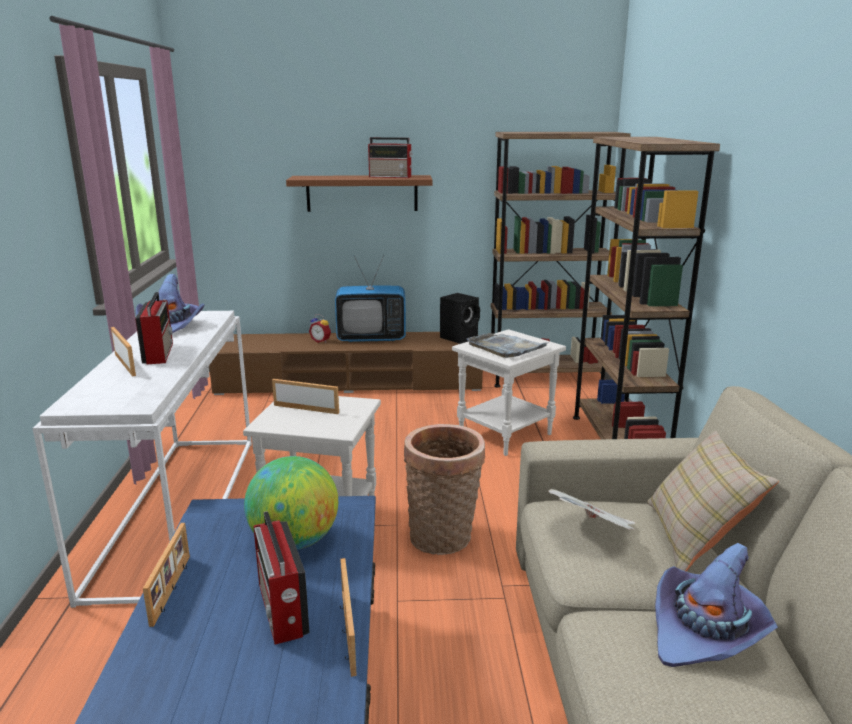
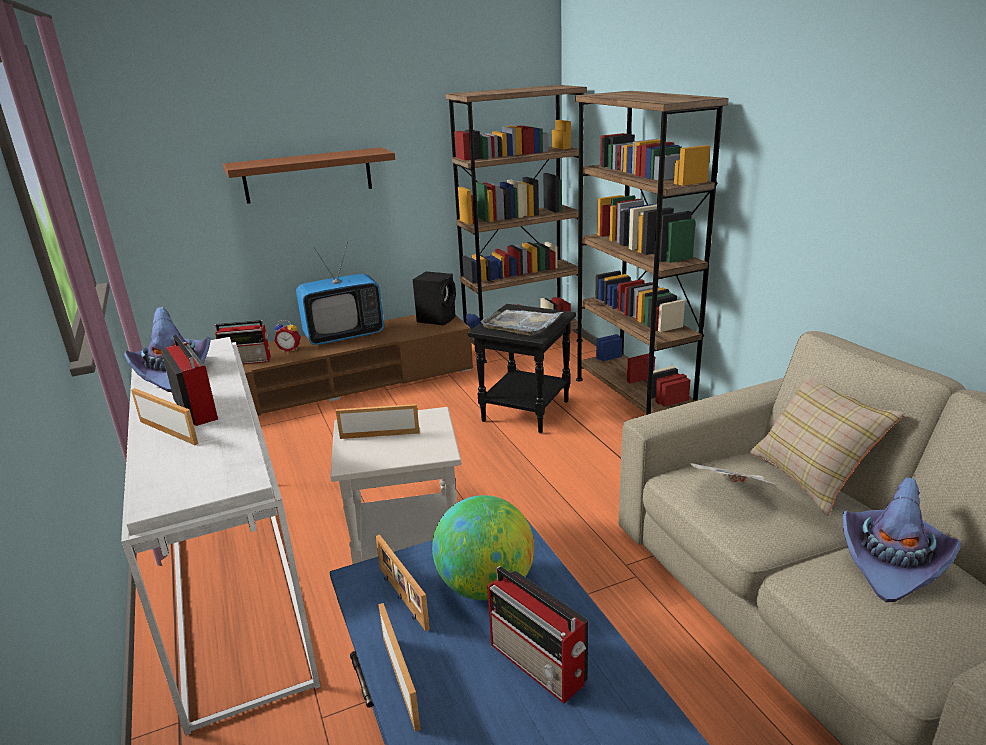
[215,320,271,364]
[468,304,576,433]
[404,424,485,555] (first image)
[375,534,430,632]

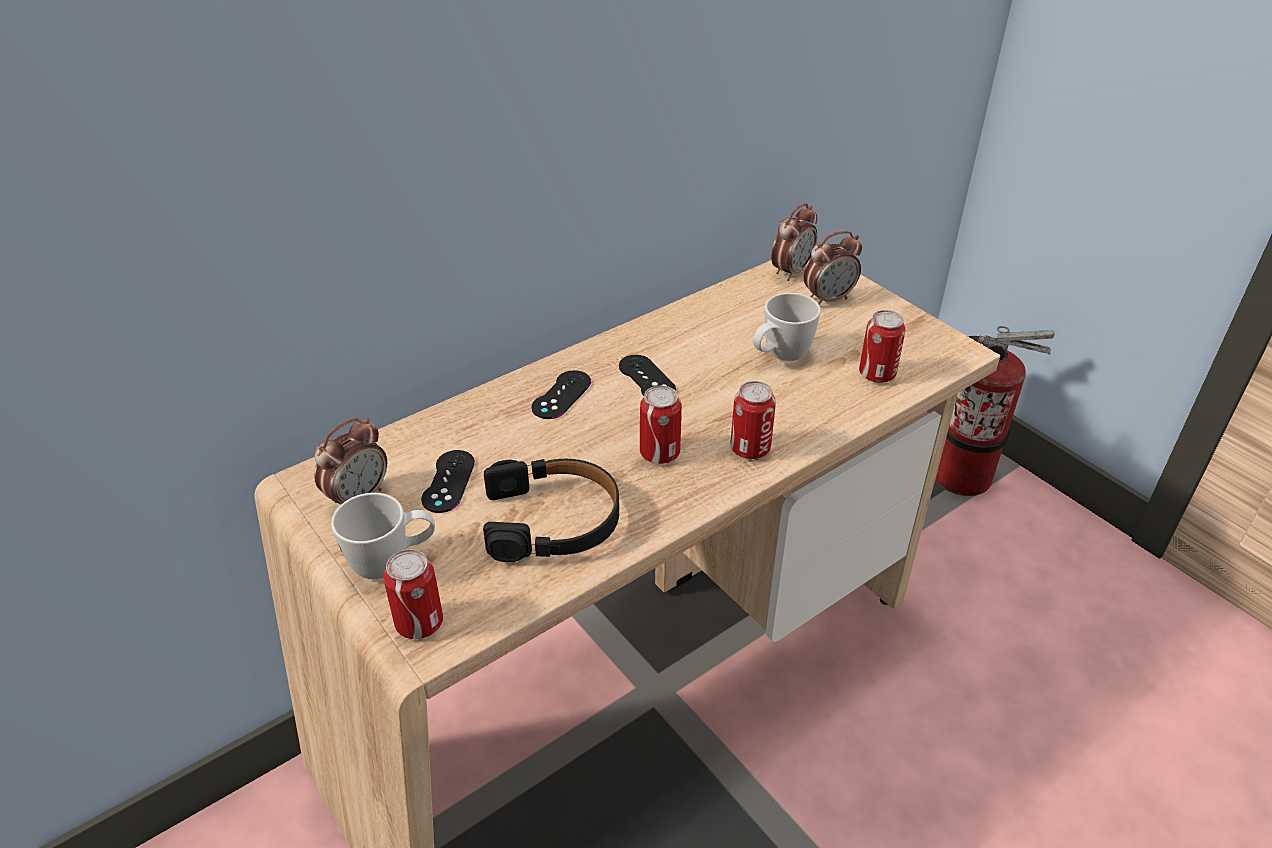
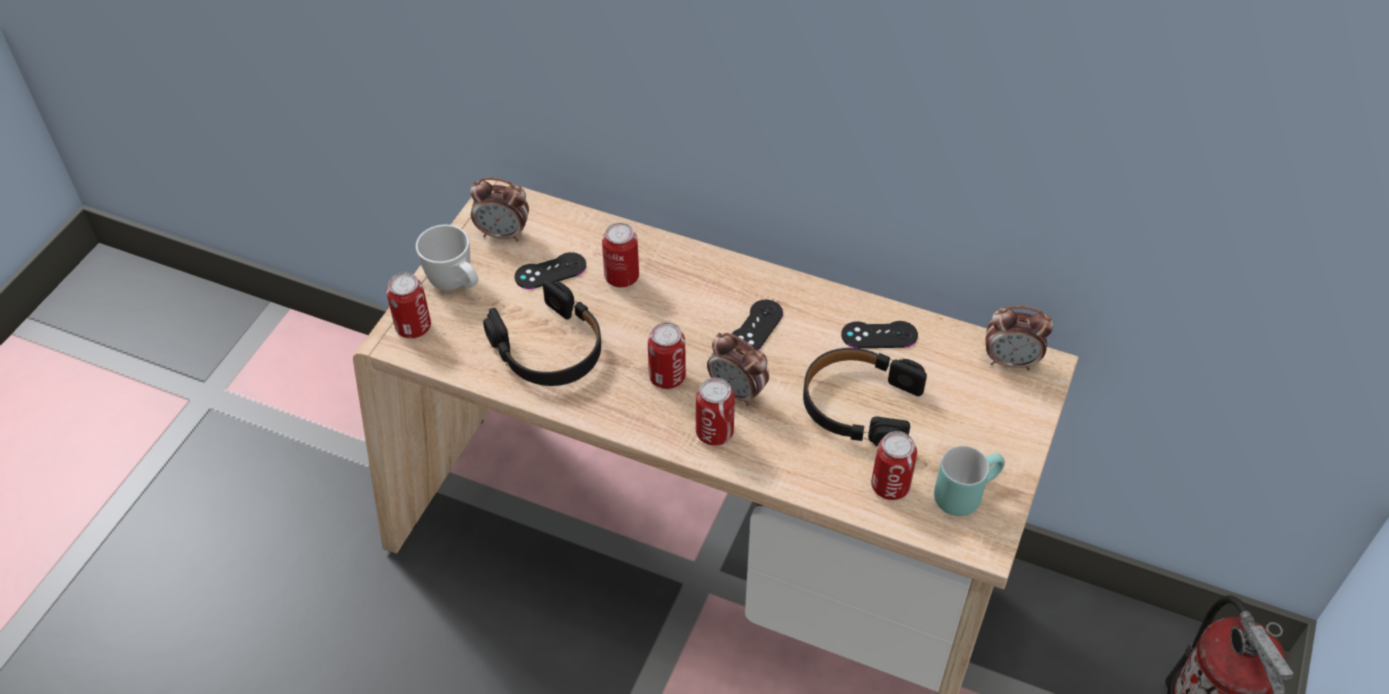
[707,333,769,406]
[803,348,927,447]
[841,321,918,348]
[602,223,639,287]
[934,446,1005,516]

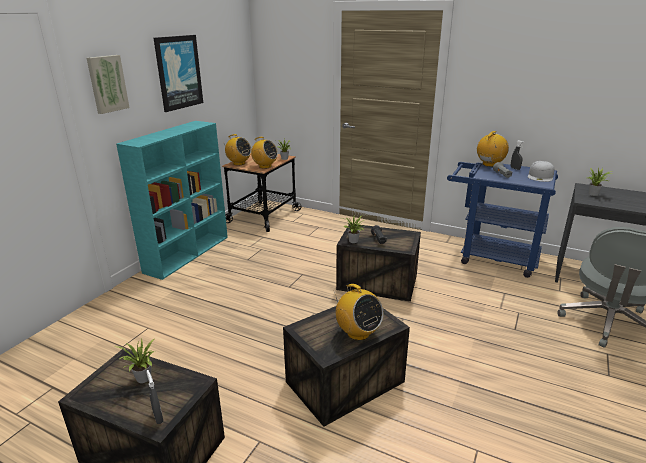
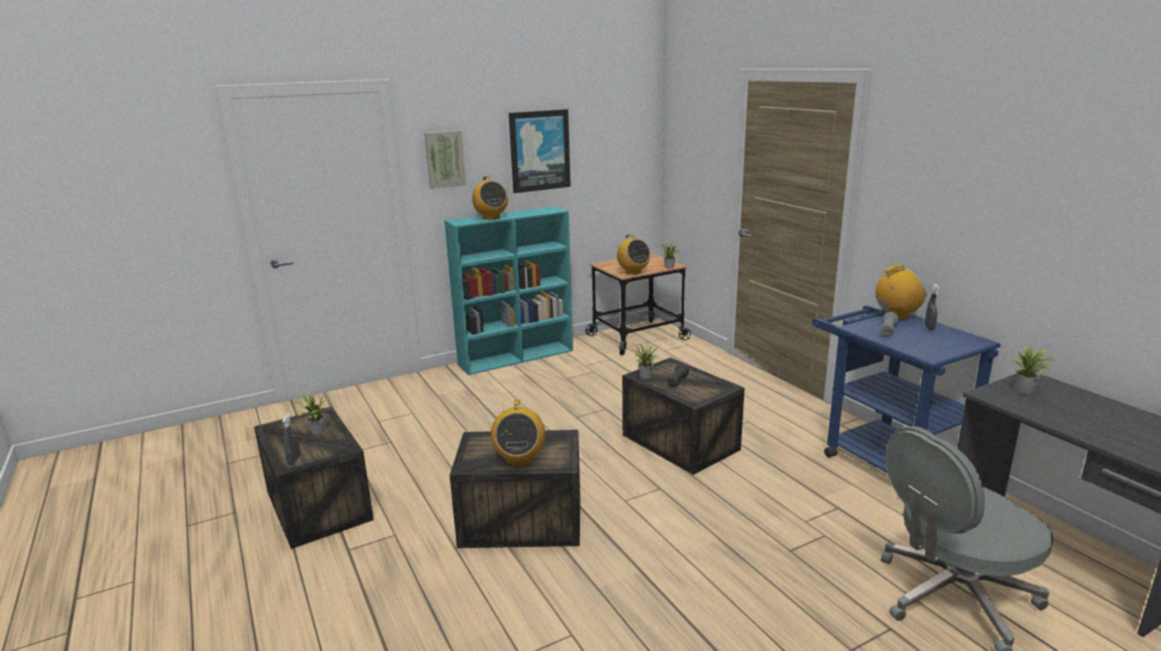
[472,176,508,220]
[528,161,554,182] (first image)

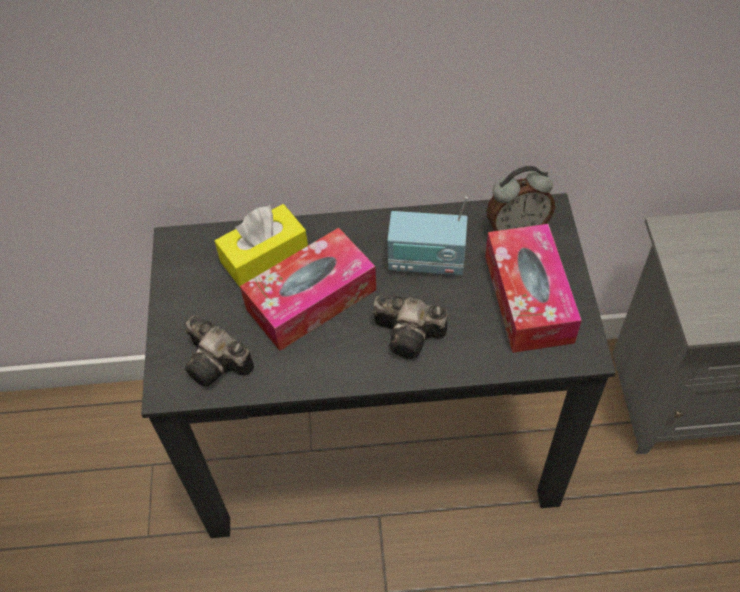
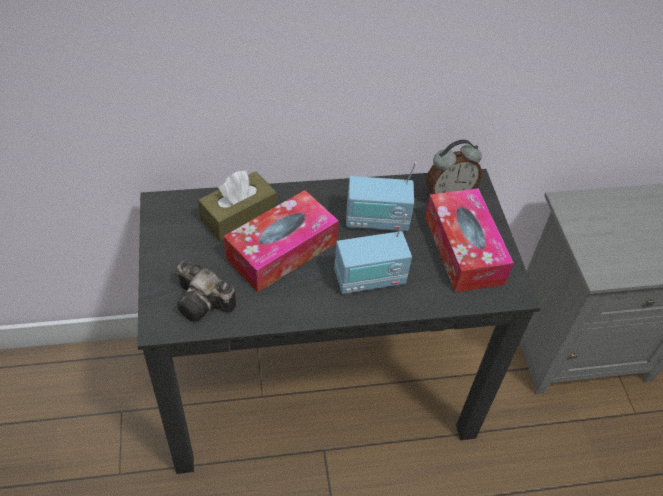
[198,170,277,242]
[334,214,412,294]

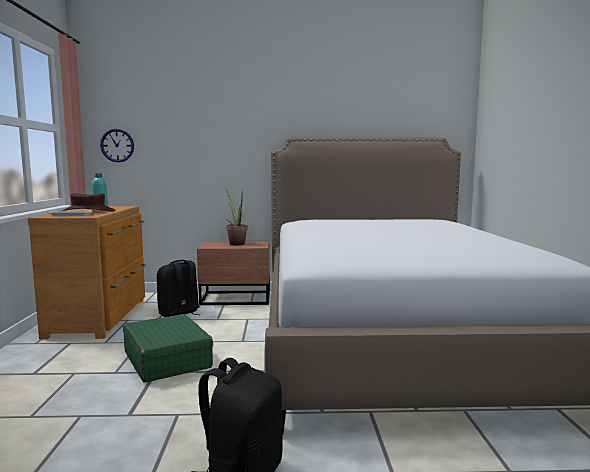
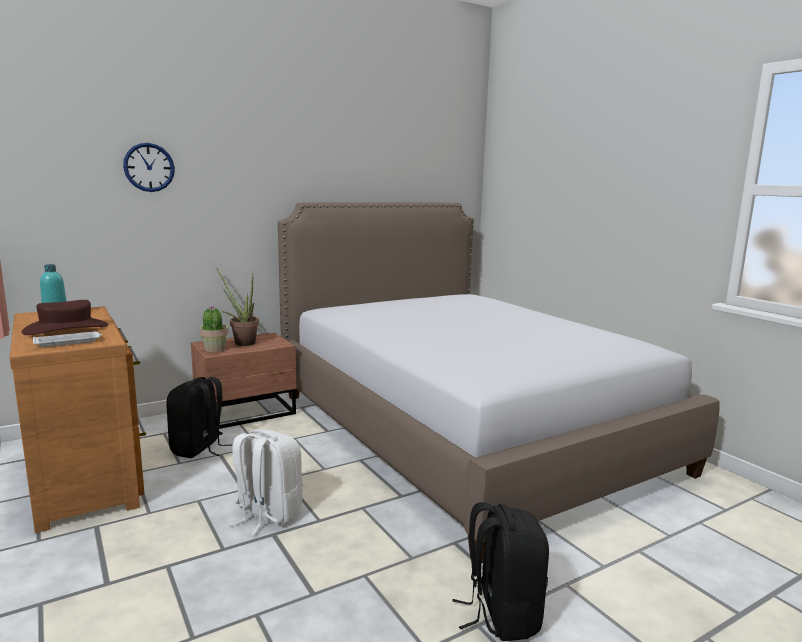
[123,143,175,192]
[228,429,303,535]
[200,305,229,352]

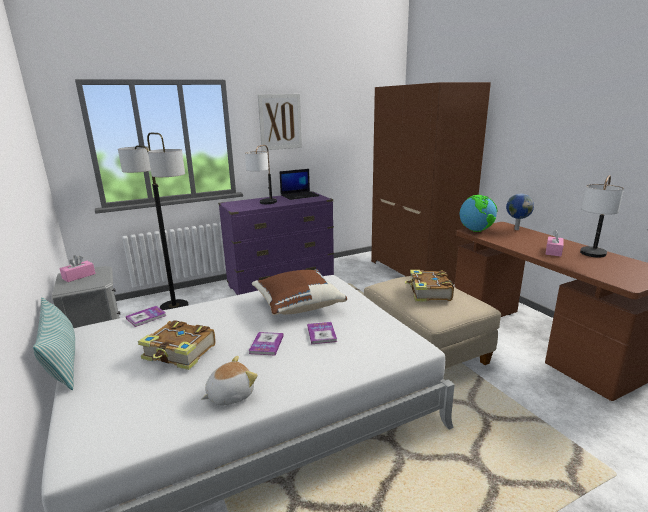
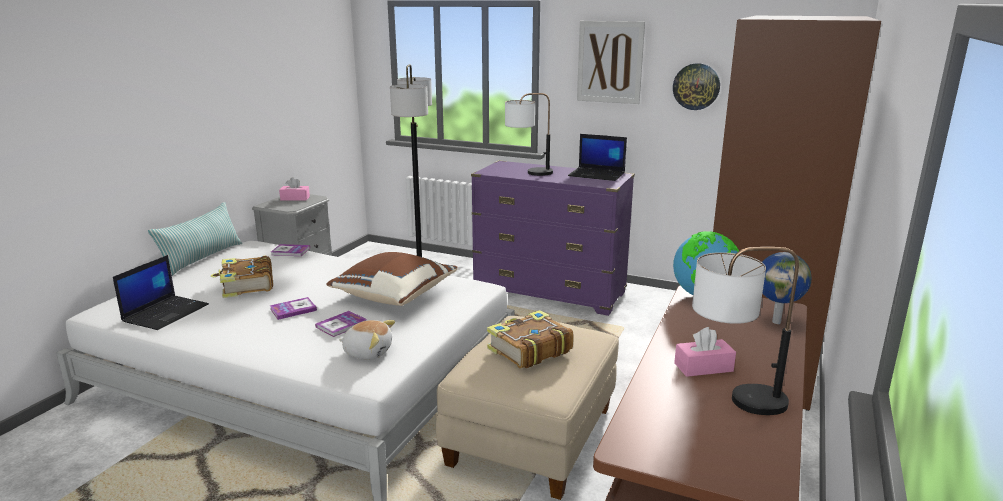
[339,320,395,360]
[673,63,720,110]
[113,255,209,330]

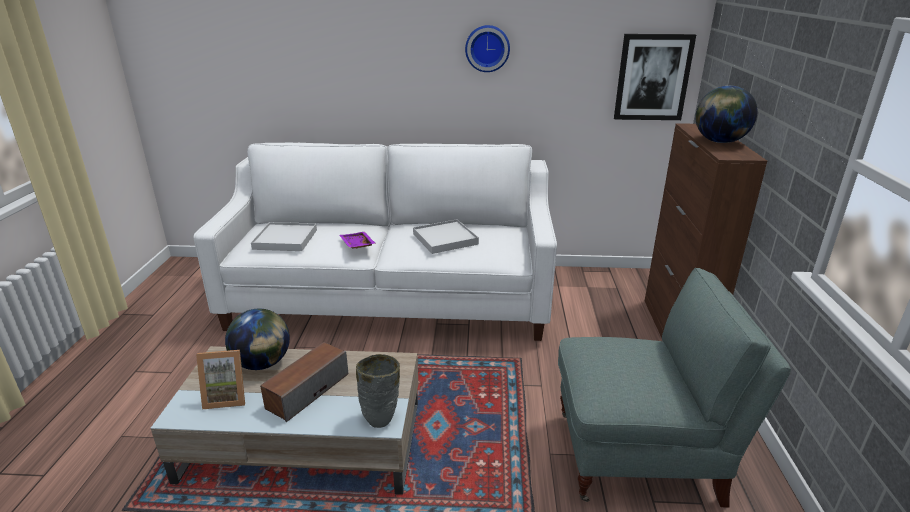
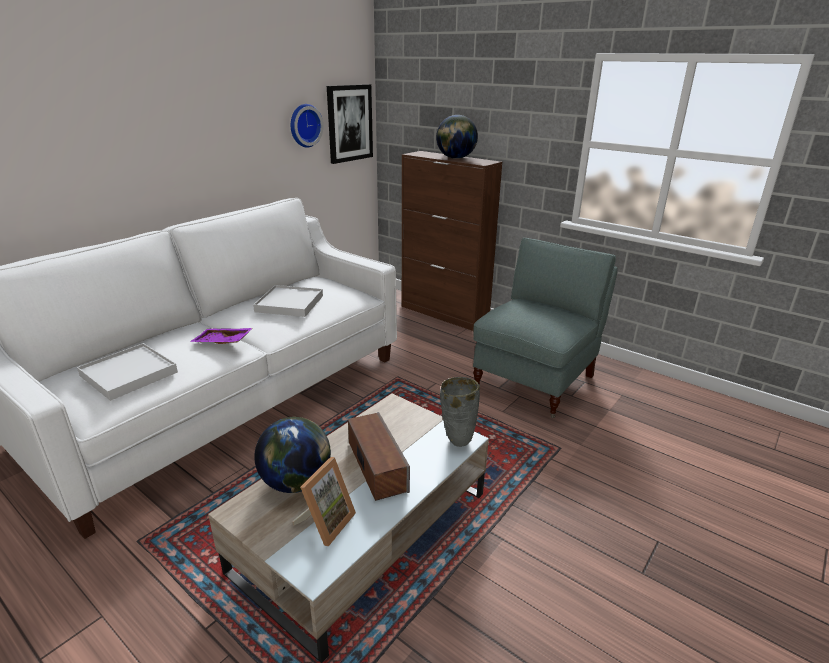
[291,104,323,148]

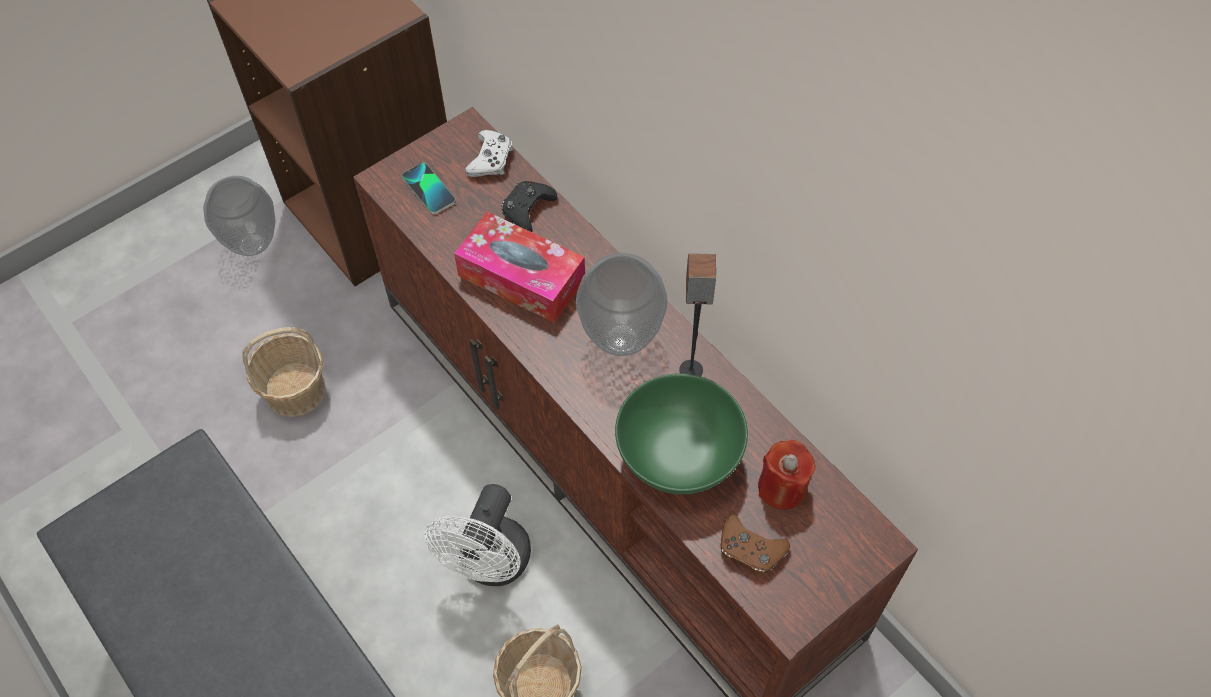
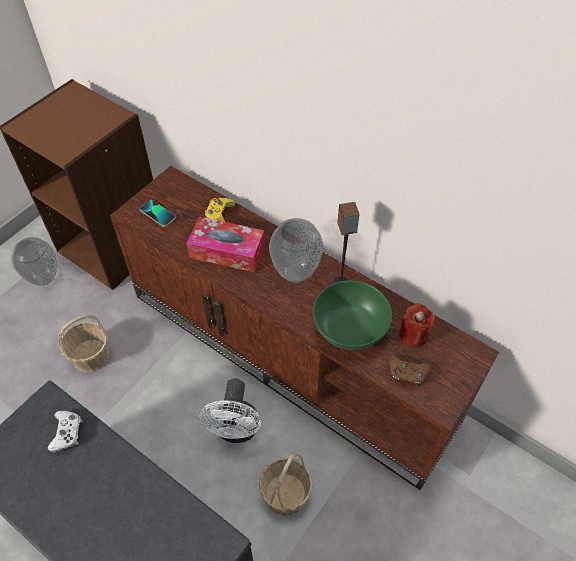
[47,411,82,452]
[205,198,235,222]

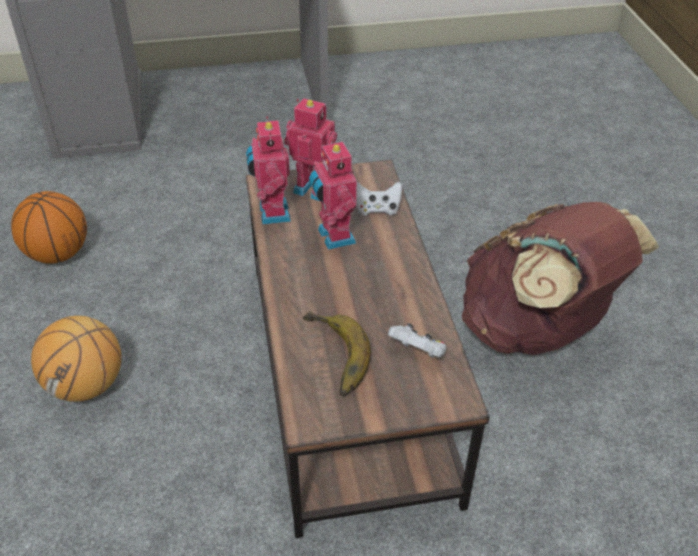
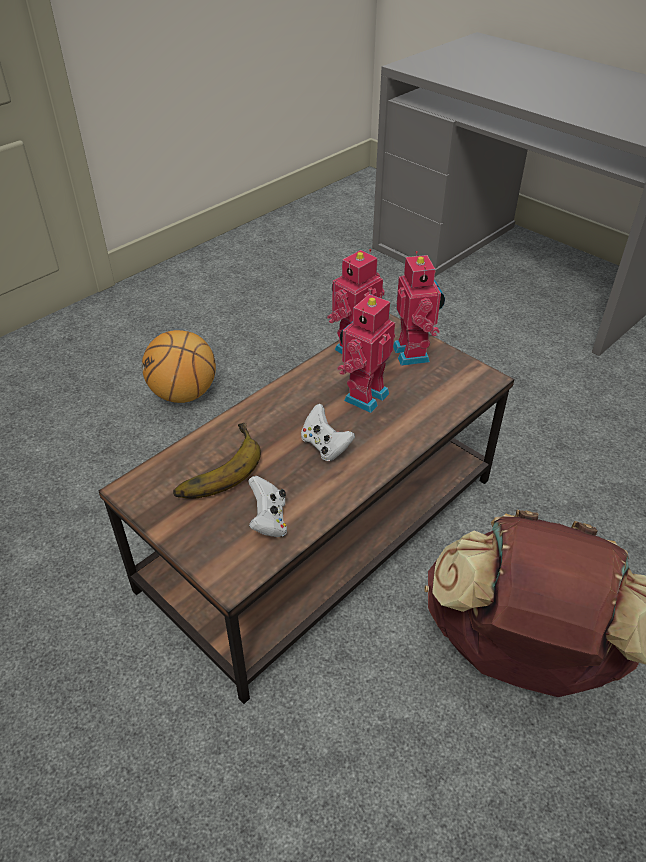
[301,404,355,461]
[11,191,87,264] (first image)

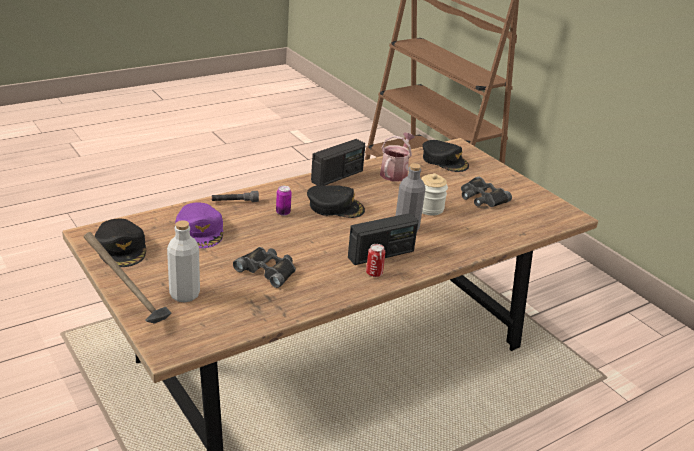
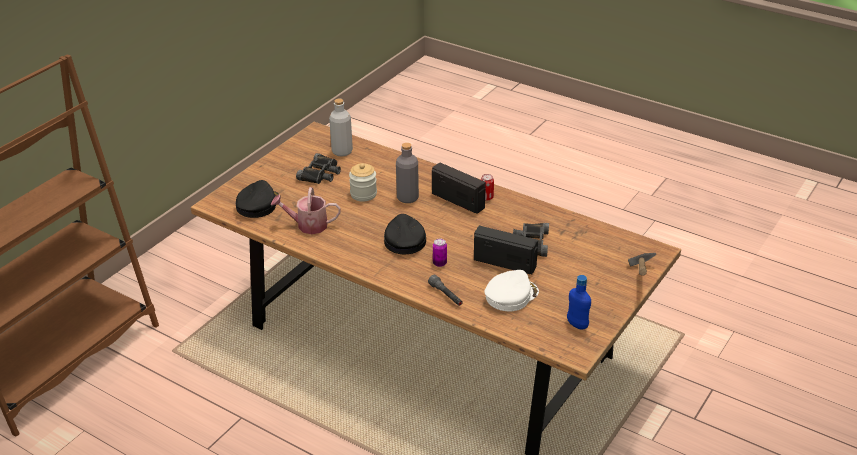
[474,226,538,274]
[484,270,539,311]
[567,275,591,330]
[329,99,353,157]

